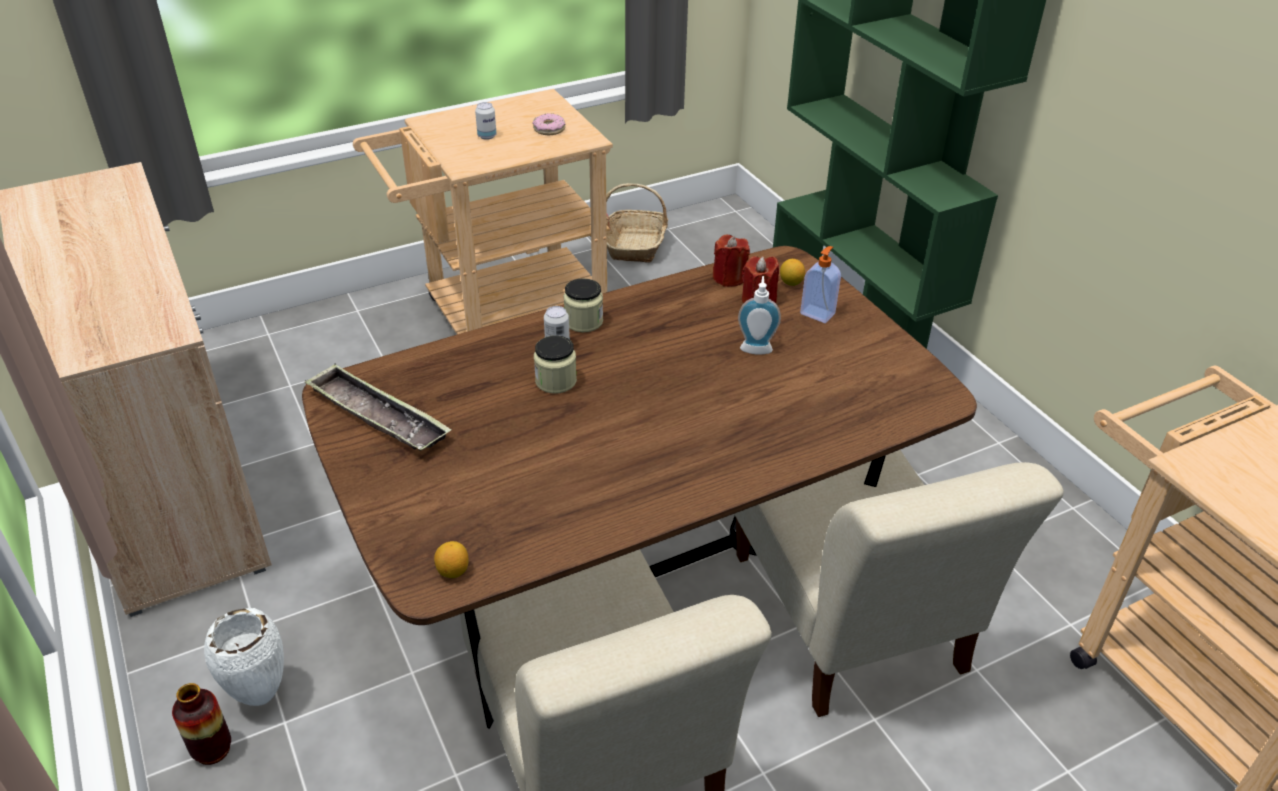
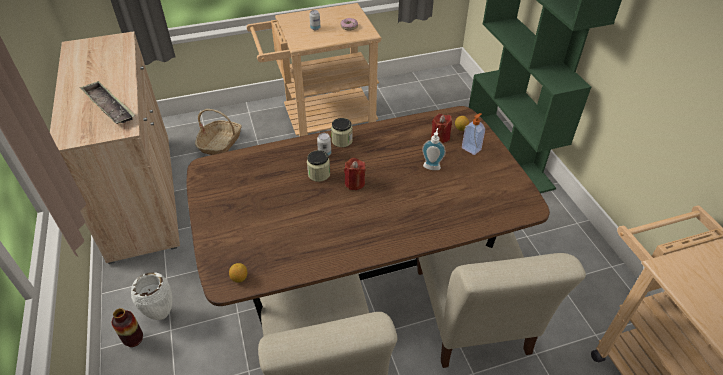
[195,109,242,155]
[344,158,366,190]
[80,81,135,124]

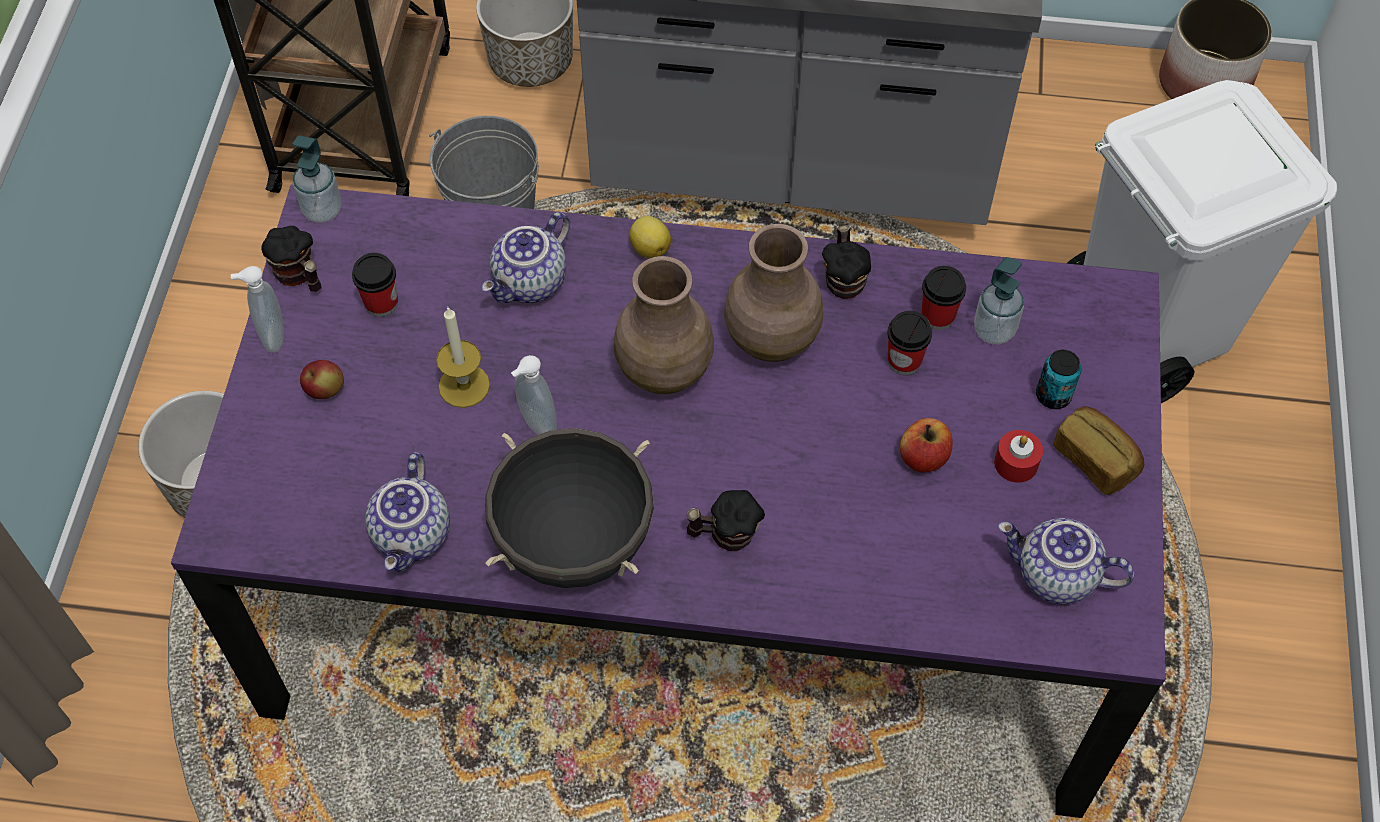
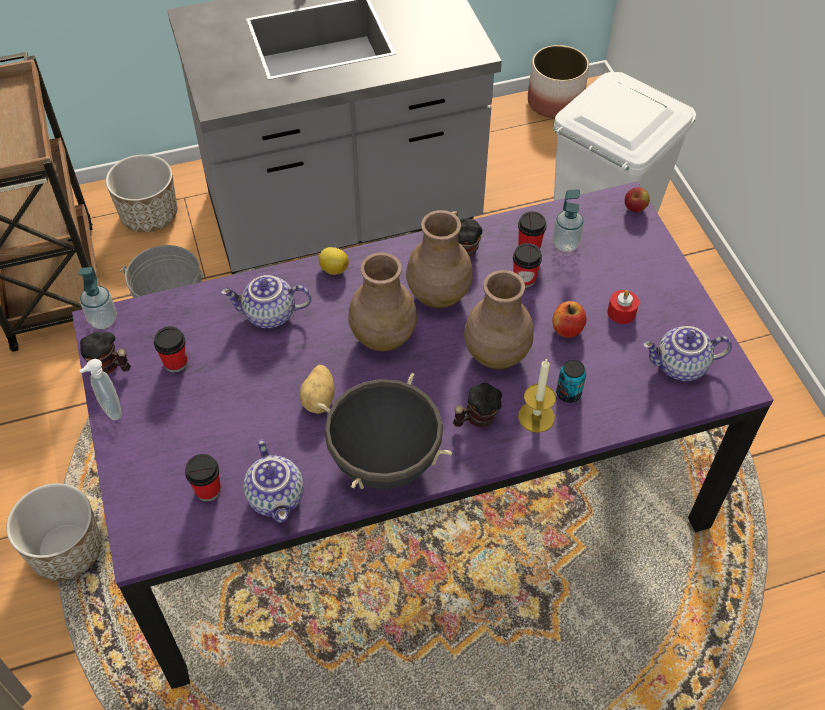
[221,275,311,329]
[518,358,556,433]
[556,360,586,403]
[300,365,335,414]
[625,187,650,212]
[1053,406,1144,495] (first image)
[464,270,534,369]
[185,454,221,502]

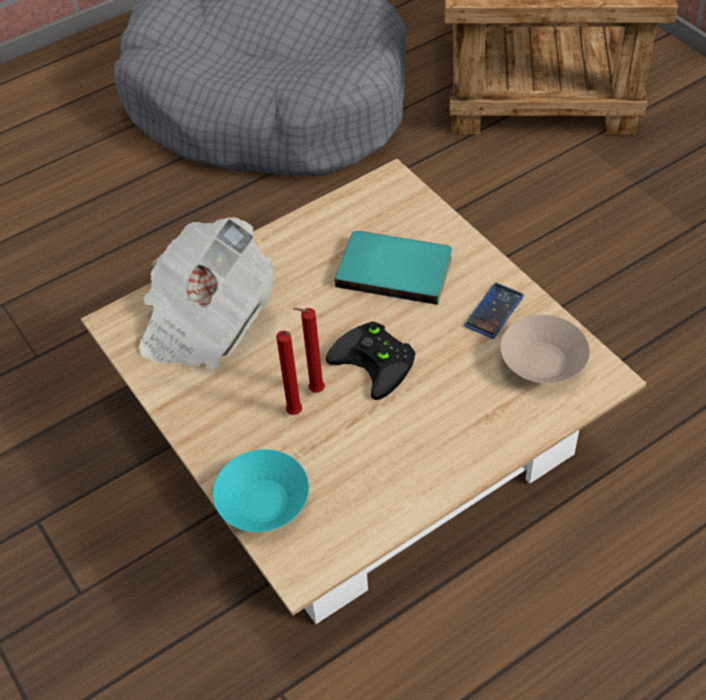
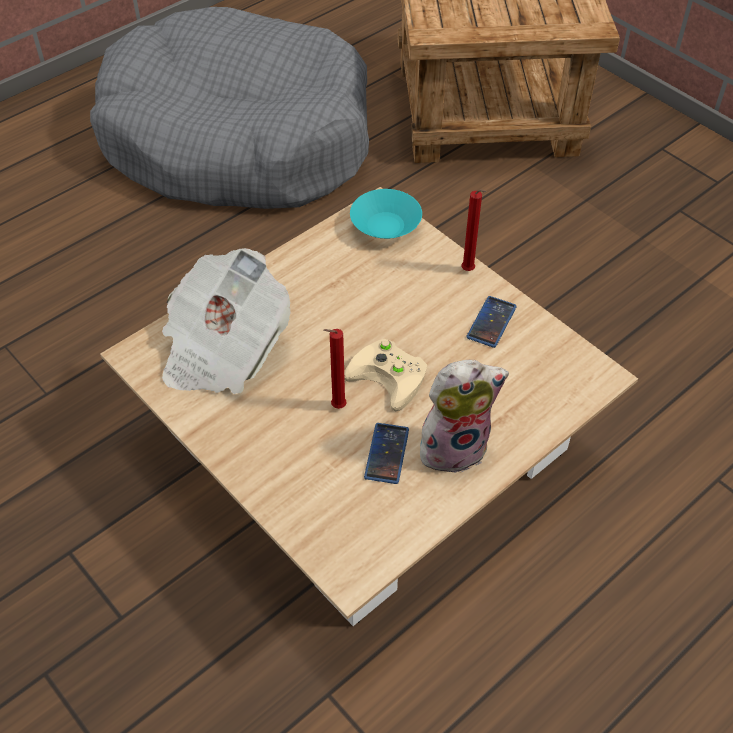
[335,231,452,305] (first image)
[500,315,590,384] (first image)
[344,339,427,412]
[461,189,486,271]
[350,189,422,239]
[420,360,509,473]
[364,423,409,484]

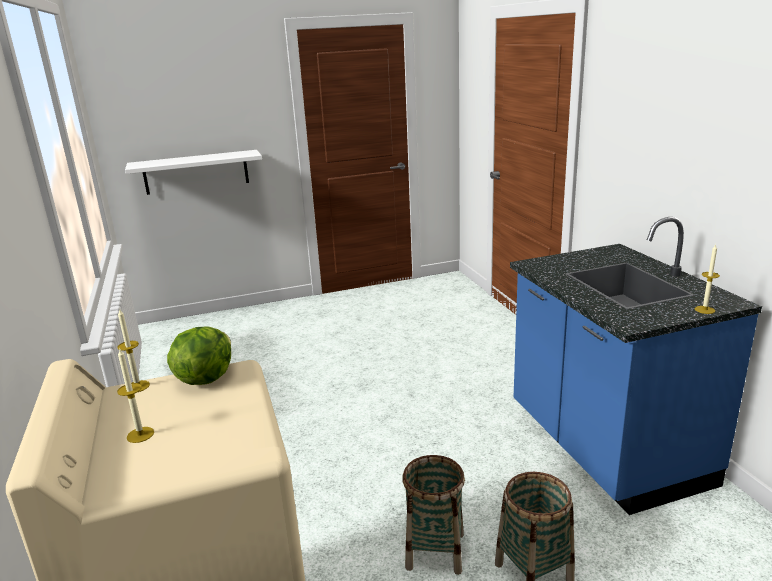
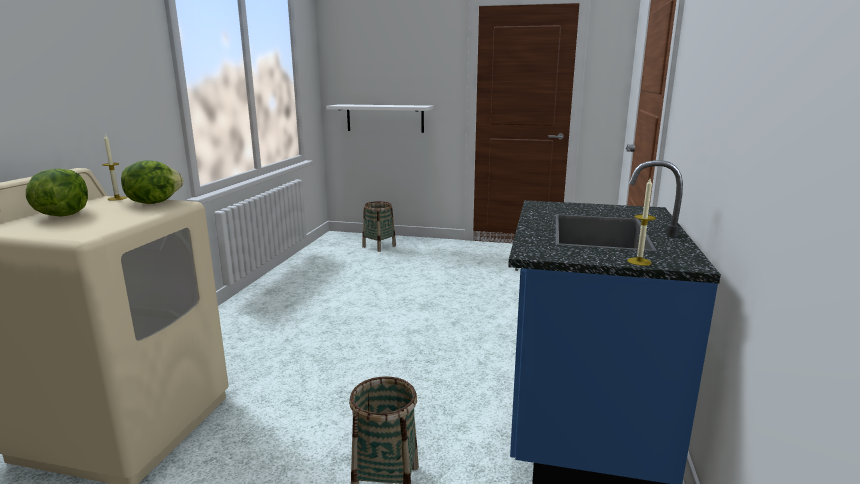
[26,169,88,217]
[362,201,396,252]

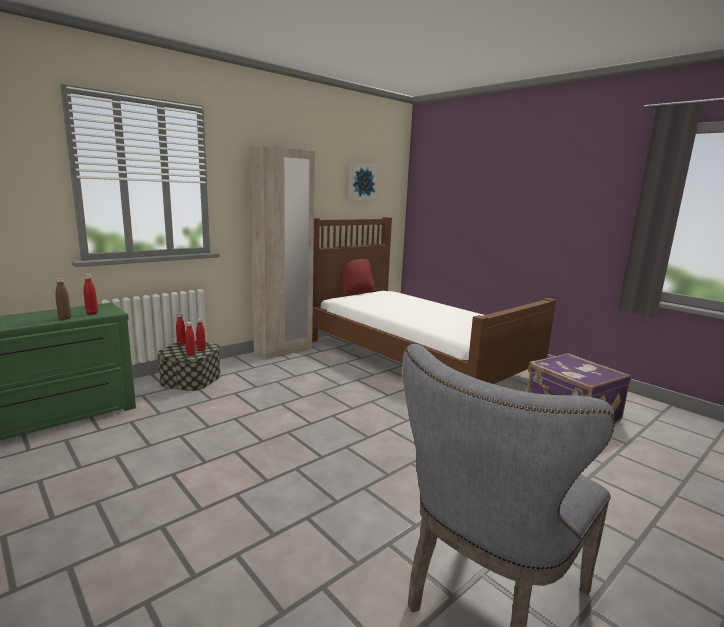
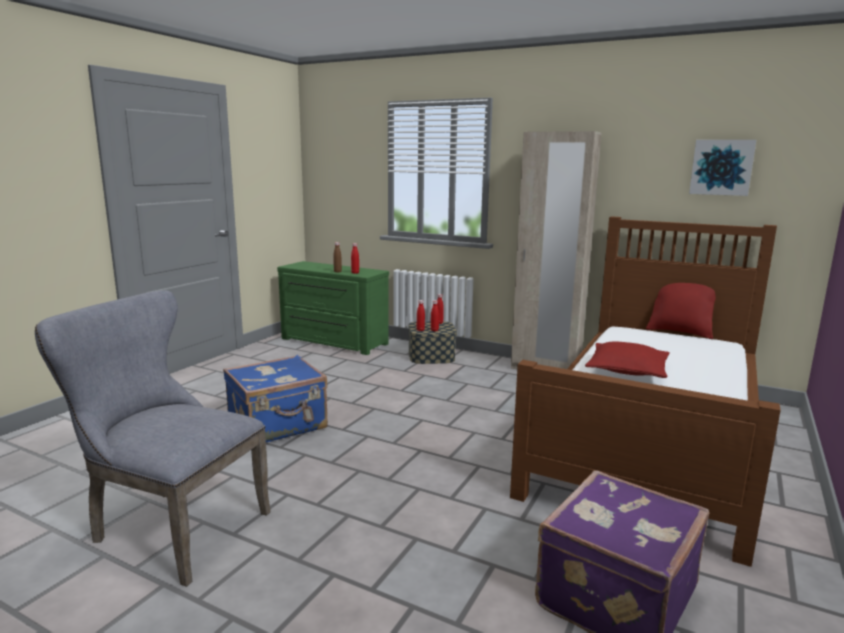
[585,341,670,378]
[223,355,328,442]

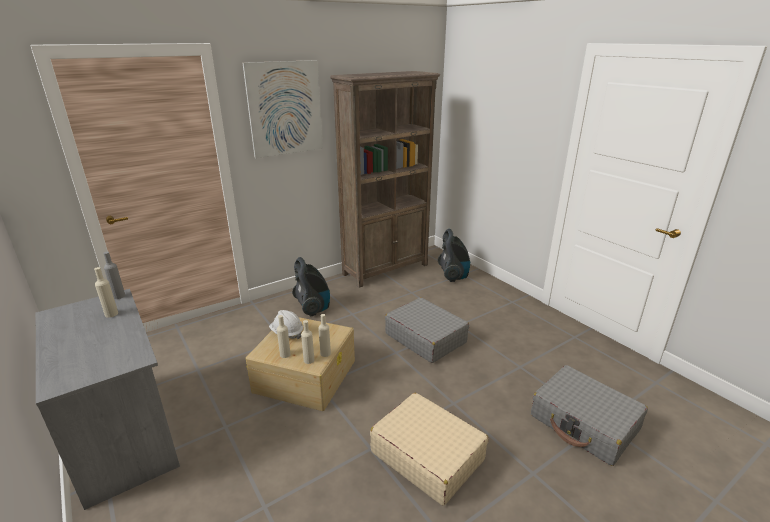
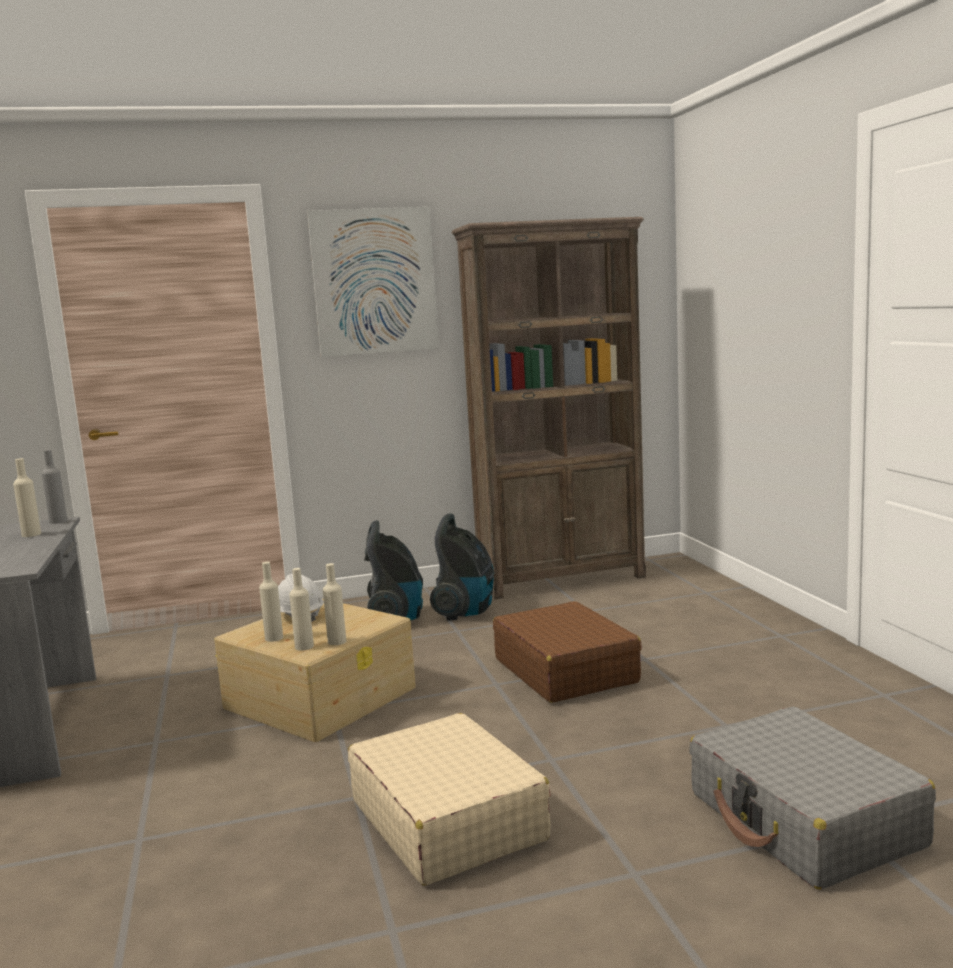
[430,513,494,620]
[493,601,642,703]

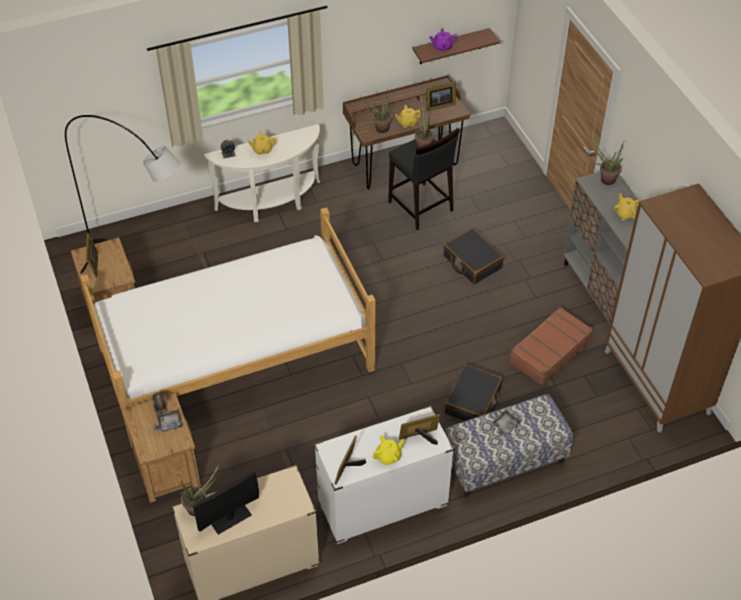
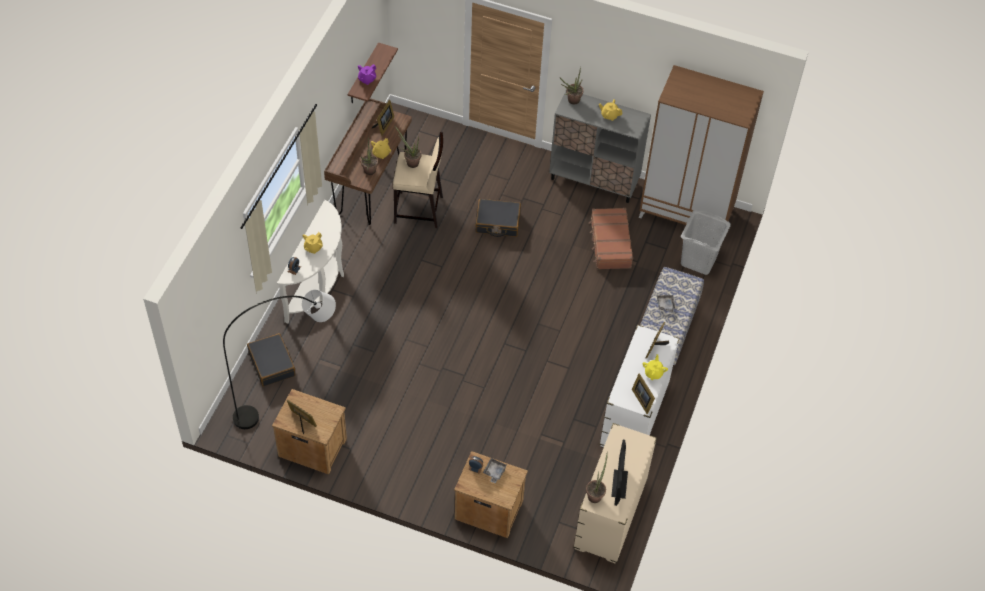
[393,132,443,228]
[80,207,376,447] (first image)
[247,333,295,387]
[681,210,731,275]

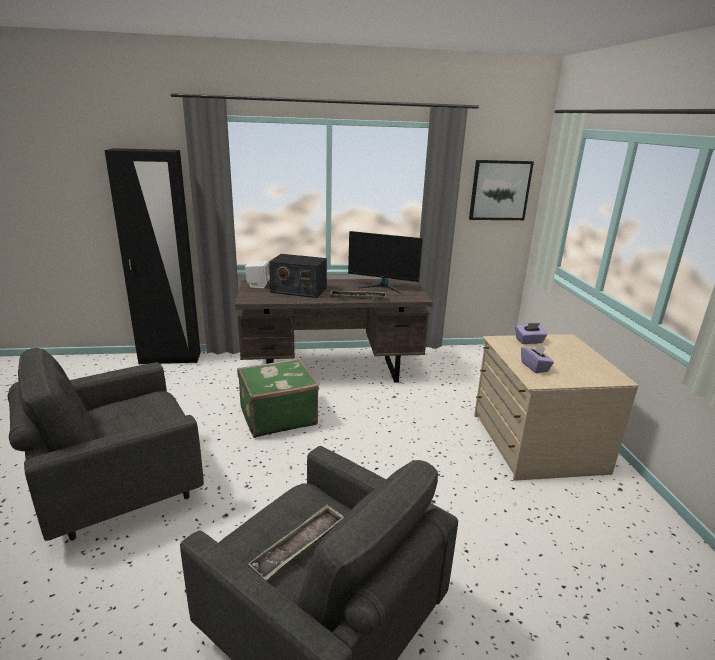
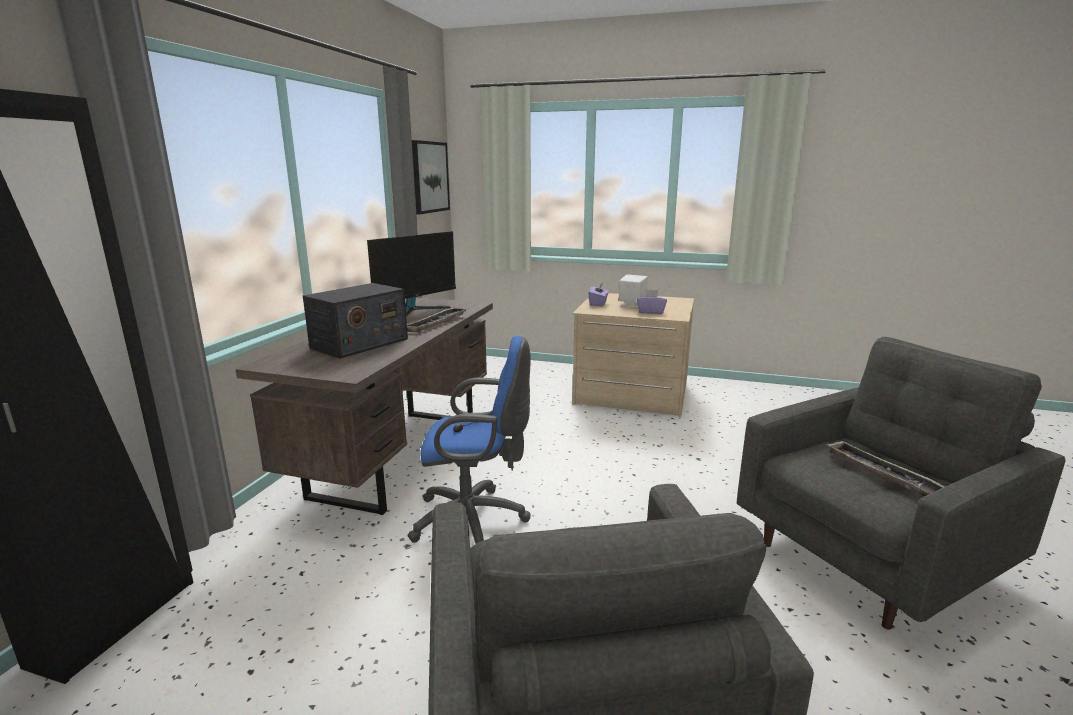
[619,274,648,308]
[408,336,531,544]

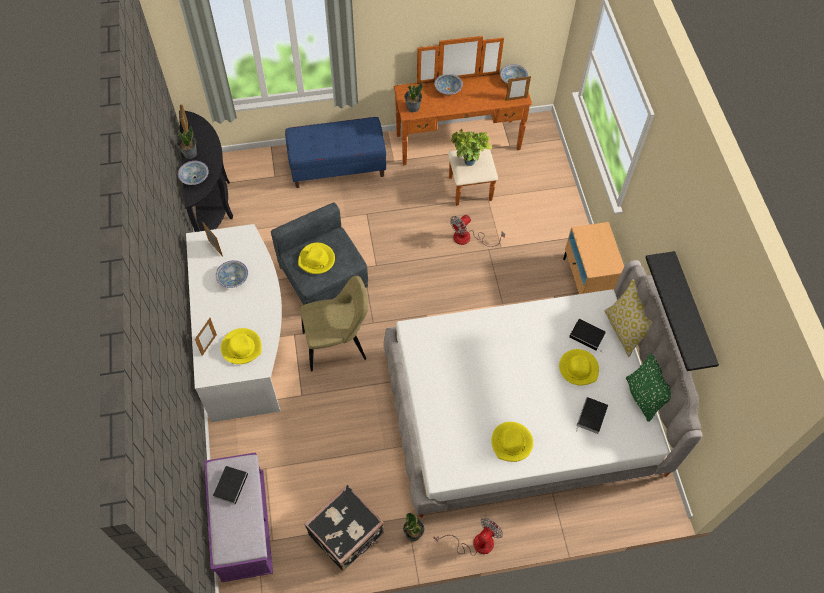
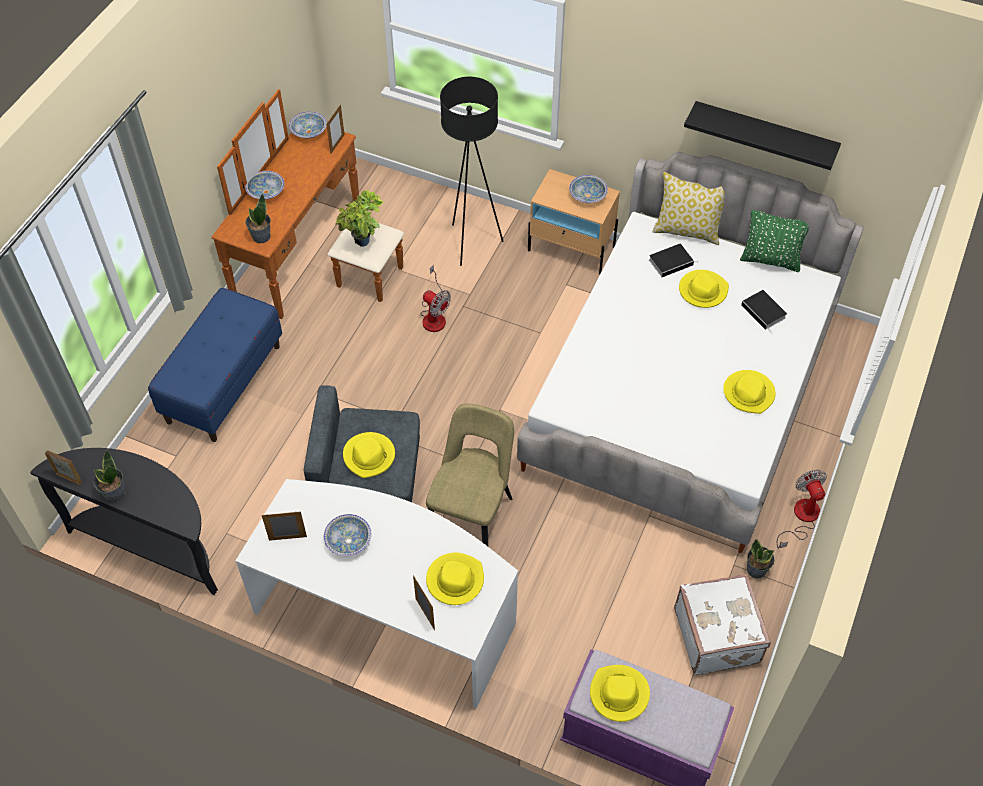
[569,175,608,203]
[420,265,451,332]
[590,665,650,722]
[674,574,771,675]
[440,77,504,266]

